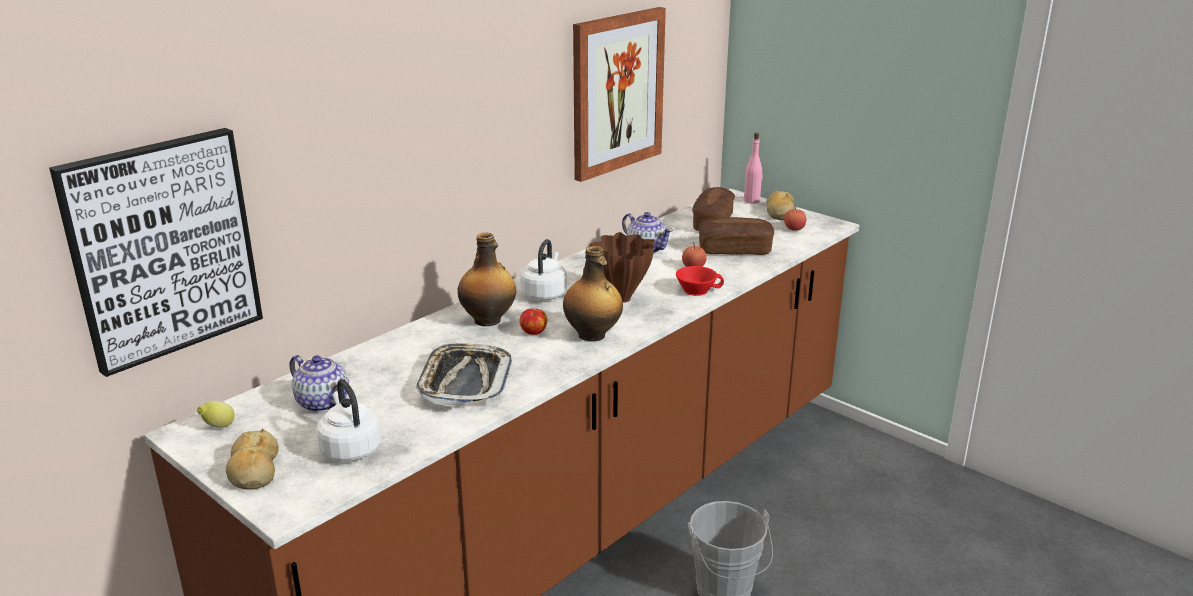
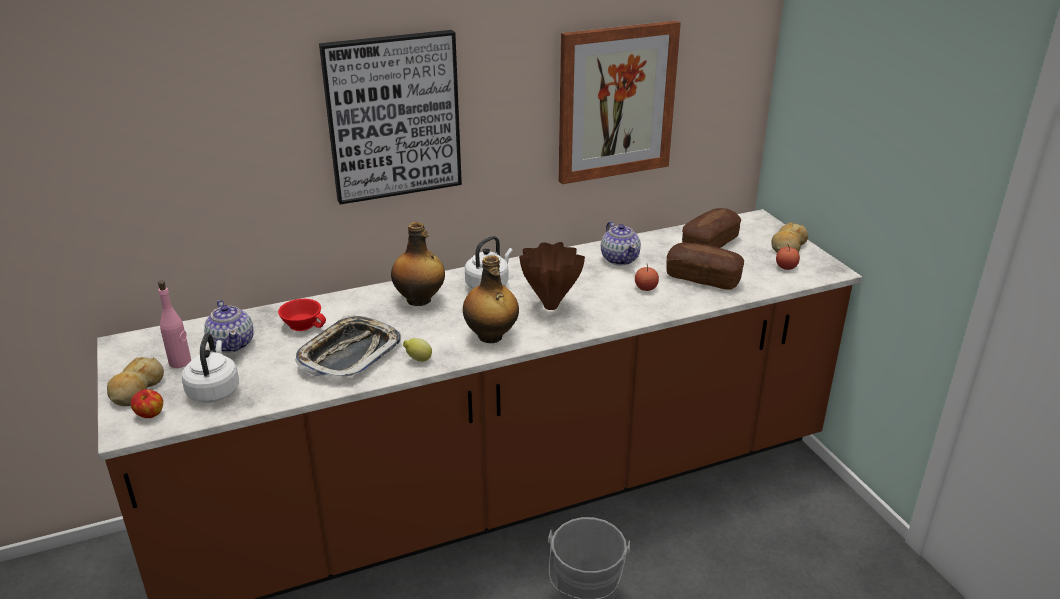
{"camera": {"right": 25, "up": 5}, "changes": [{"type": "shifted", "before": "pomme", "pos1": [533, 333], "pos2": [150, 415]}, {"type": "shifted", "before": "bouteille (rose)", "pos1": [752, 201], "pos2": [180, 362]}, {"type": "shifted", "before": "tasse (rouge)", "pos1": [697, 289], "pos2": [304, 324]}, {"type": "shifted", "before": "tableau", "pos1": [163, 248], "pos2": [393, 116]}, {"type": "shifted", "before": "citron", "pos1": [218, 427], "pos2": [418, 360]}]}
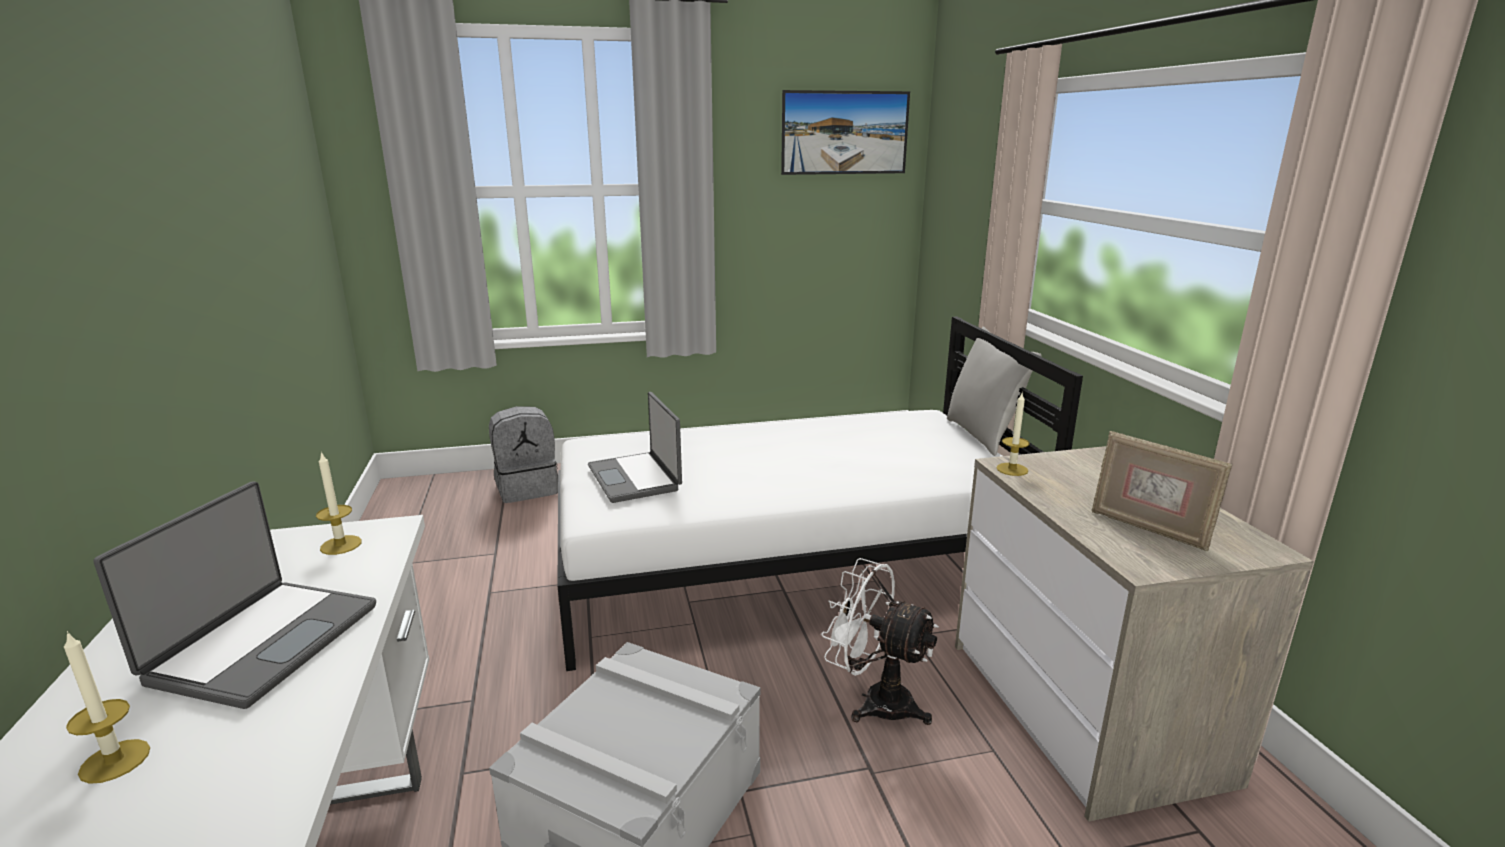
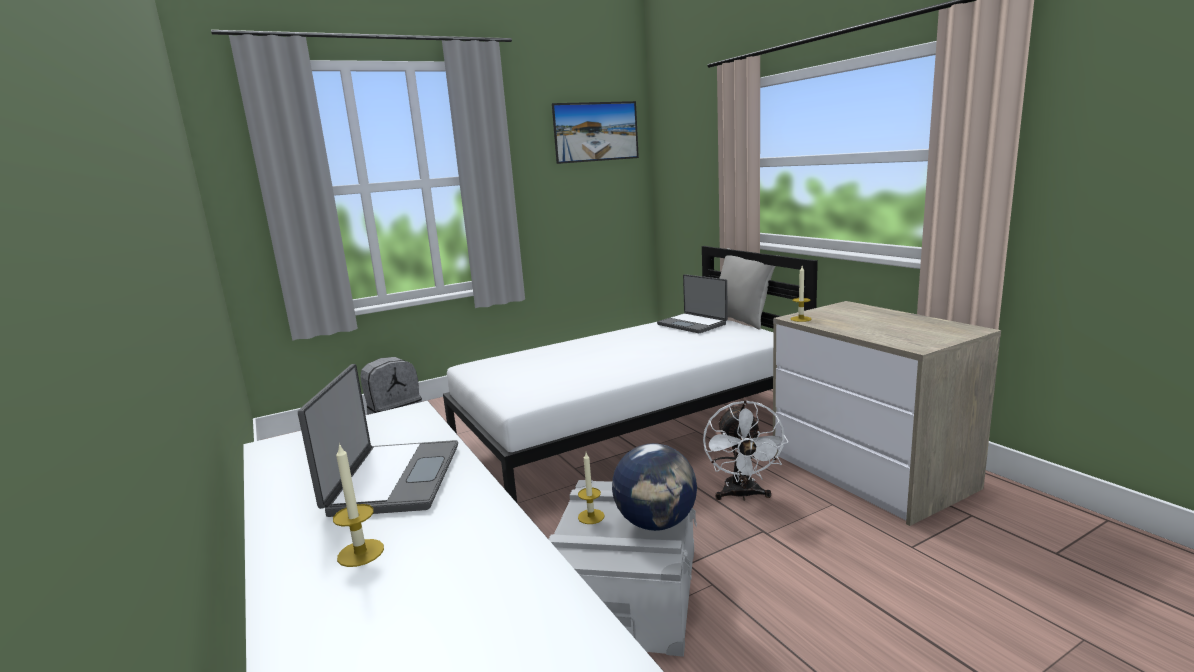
{"camera": {"right": -15, "up": -5}, "changes": [{"type": "shifted", "before": "bougie", "pos1": [341, 545], "pos2": [591, 516]}, {"type": "new", "after": "globe", "pos2": [656, 524]}, {"type": "shifted", "before": "ordinateur portable", "pos1": [636, 478], "pos2": [693, 324]}, {"type": "rotated", "before": "ventilateur (blanc)", "pos1": [875, 701], "pos2": [742, 495], "turn": -105}, {"type": "gone", "before": "cadre photo", "pos1": [1149, 529]}]}
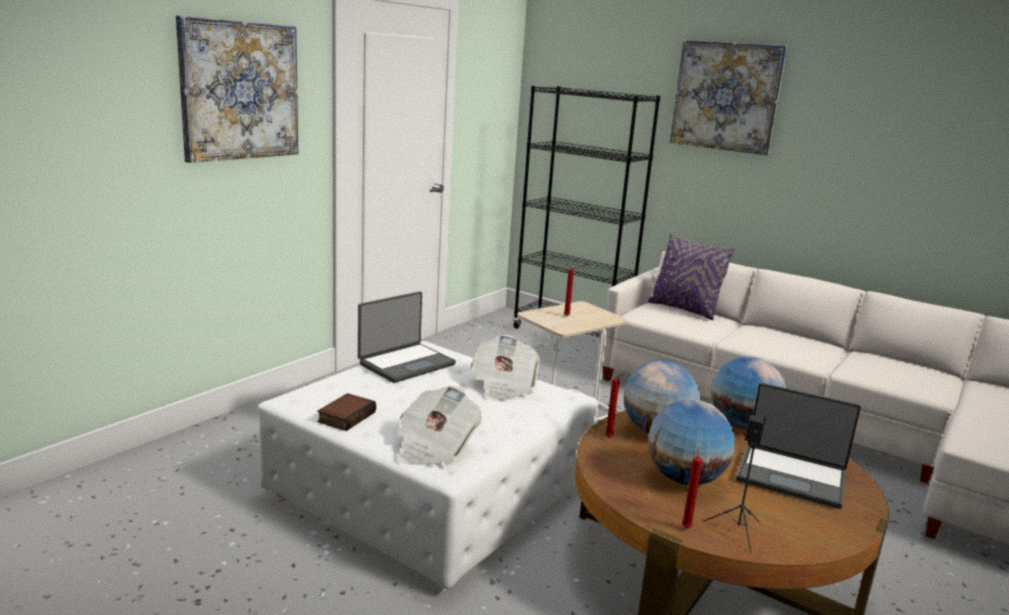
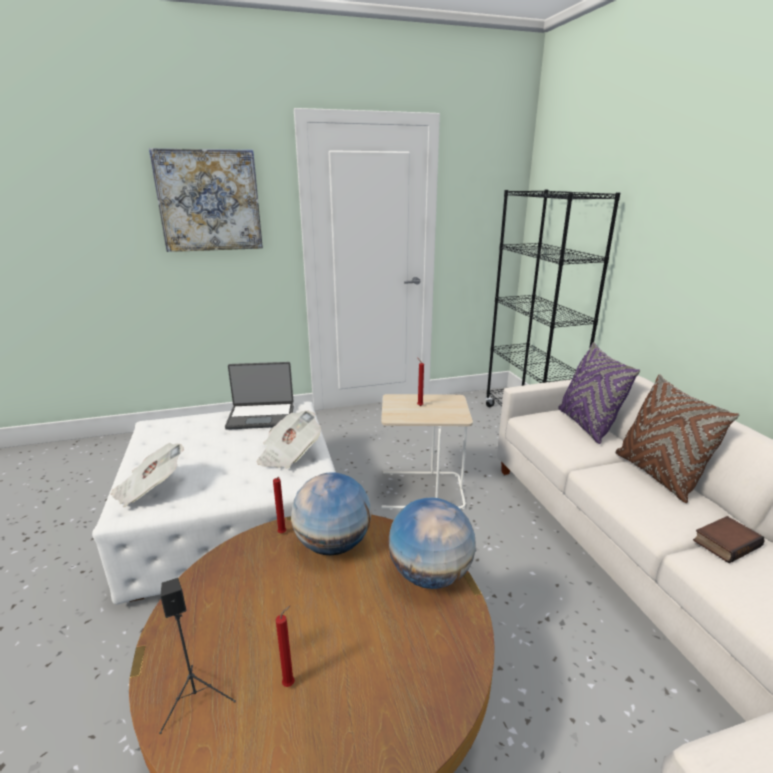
{"camera": {"right": 40, "up": 5}, "changes": [{"type": "shifted", "before": "bougie (rouge)", "pos1": [686, 527], "pos2": [290, 683]}, {"type": "new", "after": "coussin (marron)", "pos2": [657, 475]}, {"type": "shifted", "before": "livre", "pos1": [346, 416], "pos2": [725, 542]}, {"type": "gone", "before": "globe", "pos1": [684, 479]}, {"type": "gone", "before": "tableau", "pos1": [726, 96]}, {"type": "gone", "before": "ordinateur portable", "pos1": [791, 477]}]}
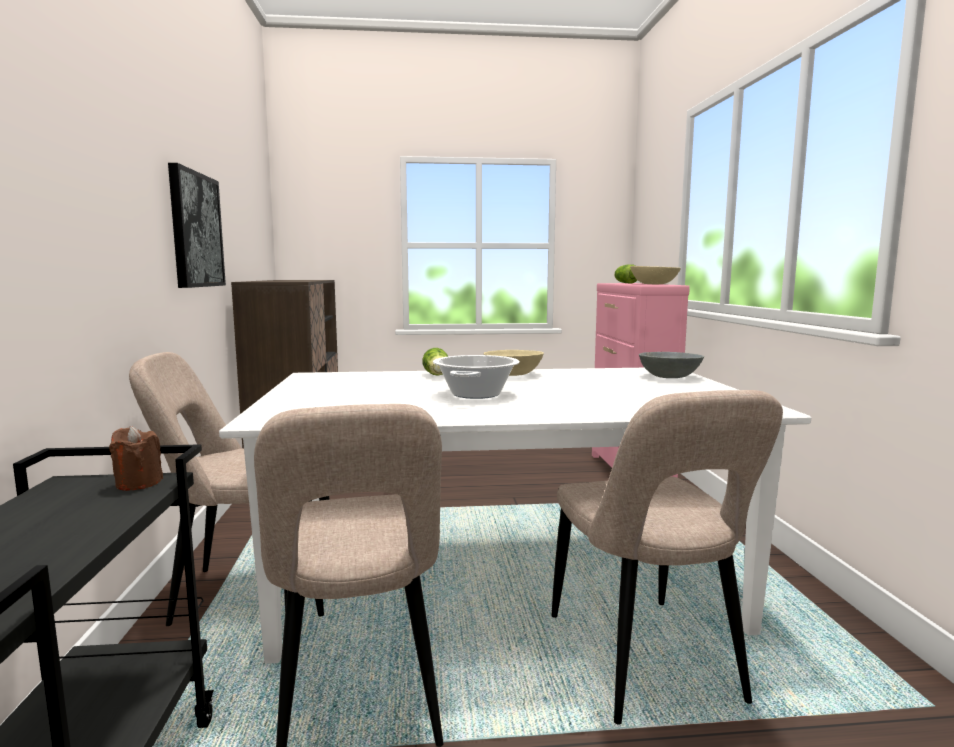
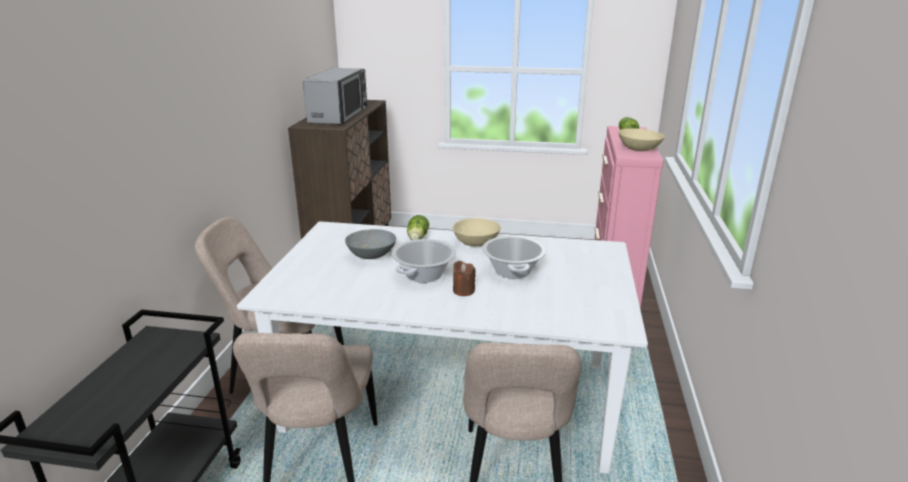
{"camera": {"right": 15, "up": 15}, "changes": [{"type": "new", "after": "micro-ondes", "pos2": [339, 116]}, {"type": "shifted", "before": "bol (gris)", "pos1": [670, 377], "pos2": [371, 255]}, {"type": "shifted", "before": "bougie (marron)", "pos1": [138, 483], "pos2": [463, 290]}, {"type": "new", "after": "marmite", "pos2": [513, 271]}, {"type": "gone", "before": "tableau", "pos1": [195, 230]}]}
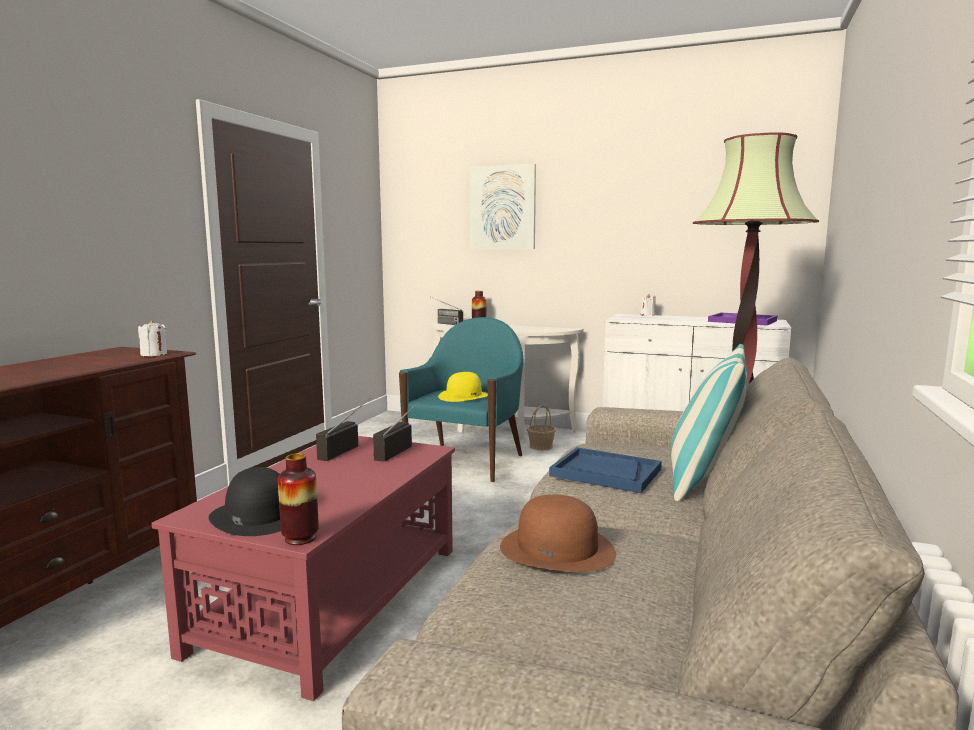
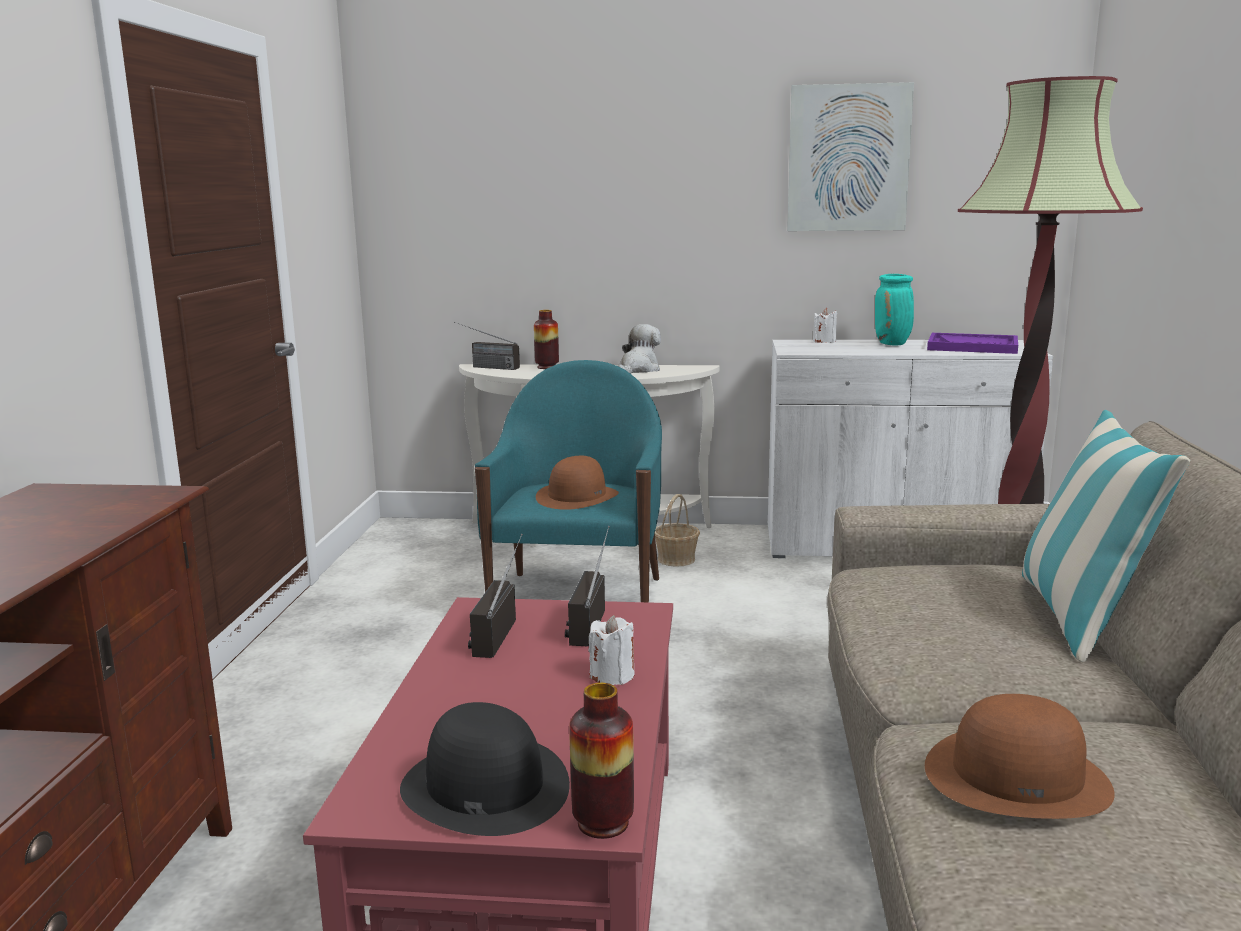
{"camera": {"right": -15, "up": 5}, "changes": [{"type": "repainted", "before": "chapeau (jaune)", "after": "chapeau (marron)", "pos1": [464, 396], "pos2": [577, 496]}, {"type": "shifted", "before": "bougie (blanc)", "pos1": [154, 355], "pos2": [612, 675]}, {"type": "new", "after": "peluche", "pos2": [638, 370]}, {"type": "shifted", "before": "tableau", "pos1": [502, 207], "pos2": [848, 158]}, {"type": "new", "after": "vase (turquoise)", "pos2": [893, 344]}, {"type": "gone", "before": "plateau (bleu)", "pos1": [605, 472]}]}
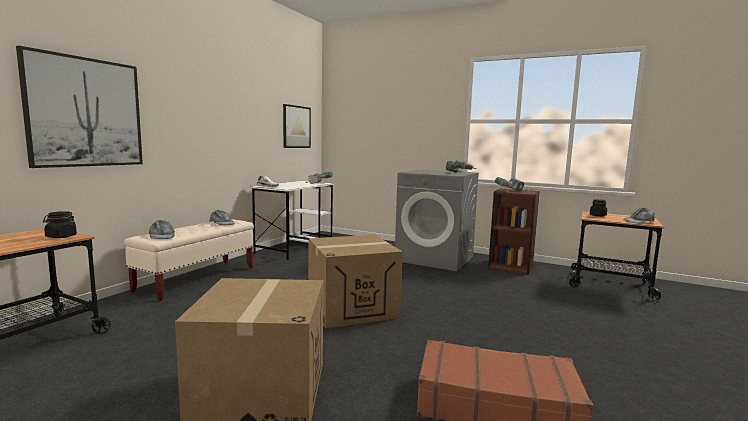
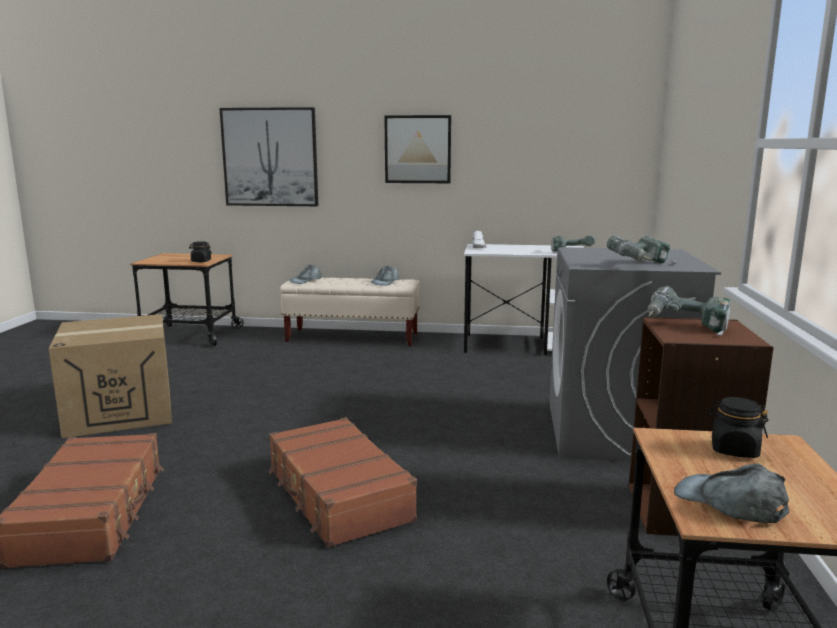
{"camera": {"right": 70, "up": 5}, "changes": [{"type": "new", "after": "valise (marron)", "pos2": [337, 495]}, {"type": "shifted", "before": "tableau", "pos1": [296, 127], "pos2": [417, 149]}, {"type": "gone", "before": "carton", "pos1": [352, 308]}]}
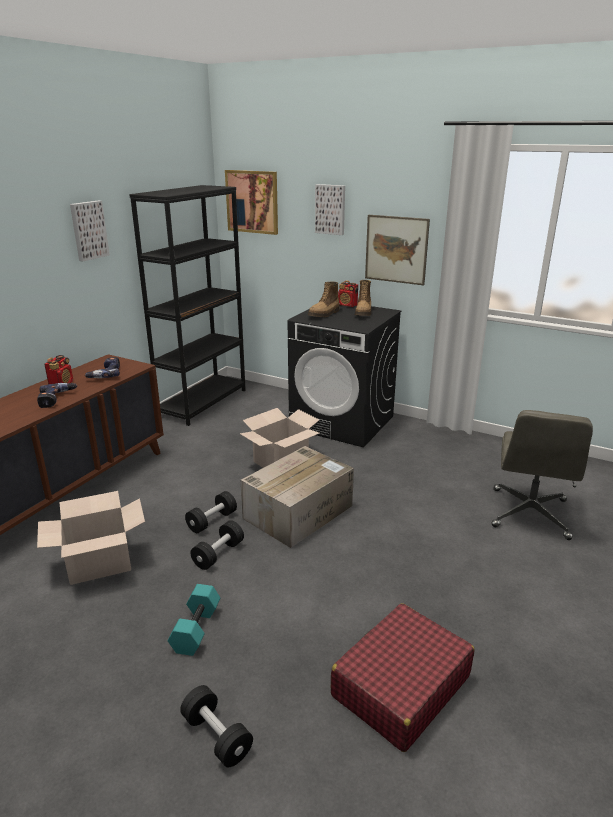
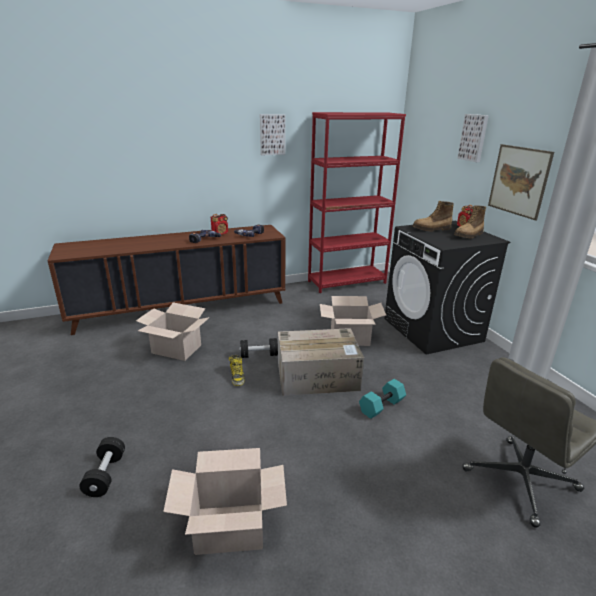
{"camera": {"right": 40, "up": 0}, "changes": [{"type": "swapped", "before": "valise (rouge)", "after": "carton", "pos1": [400, 686], "pos2": [229, 529]}, {"type": "swapped", "before": "haltère (noir)", "after": "botte", "pos1": [218, 554], "pos2": [237, 376]}, {"type": "repainted", "before": "bibliothèque (noir)", "after": "bibliothèque (rouge)", "pos1": [203, 403], "pos2": [347, 282]}, {"type": "shifted", "before": "haltère (turquoise)", "pos1": [195, 628], "pos2": [381, 405]}, {"type": "gone", "before": "tableau", "pos1": [252, 202]}]}
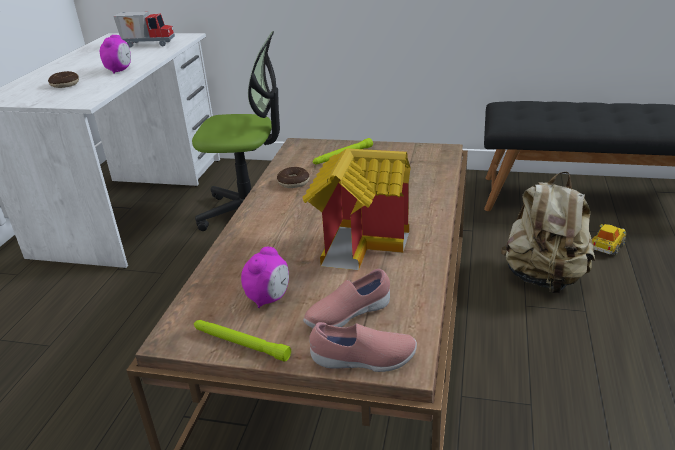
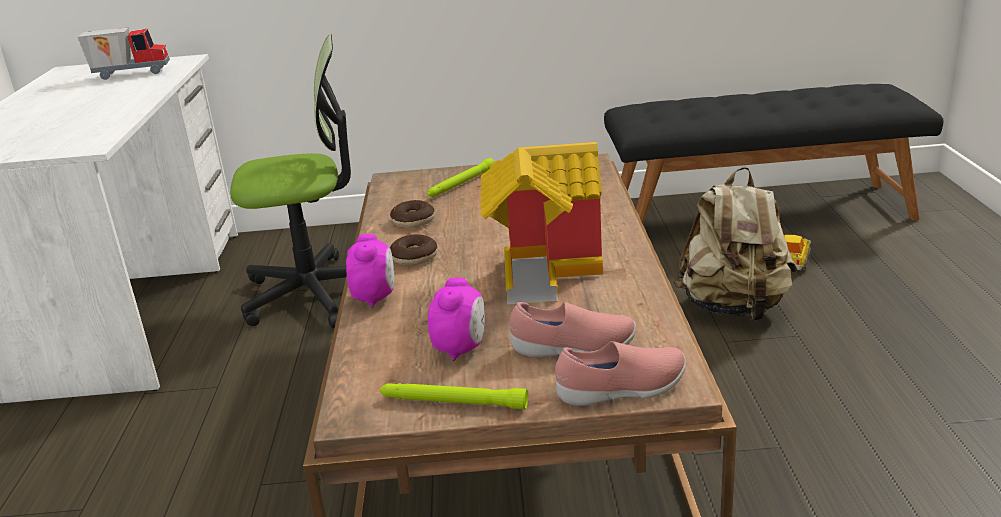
{"camera": {"right": -15, "up": -5}, "changes": [{"type": "shifted", "before": "réveil", "pos1": [120, 70], "pos2": [375, 298]}, {"type": "shifted", "before": "beignet", "pos1": [65, 84], "pos2": [414, 257]}, {"type": "rotated", "before": "chaussure (rose)", "pos1": [347, 315], "pos2": [573, 349], "turn": -135}]}
